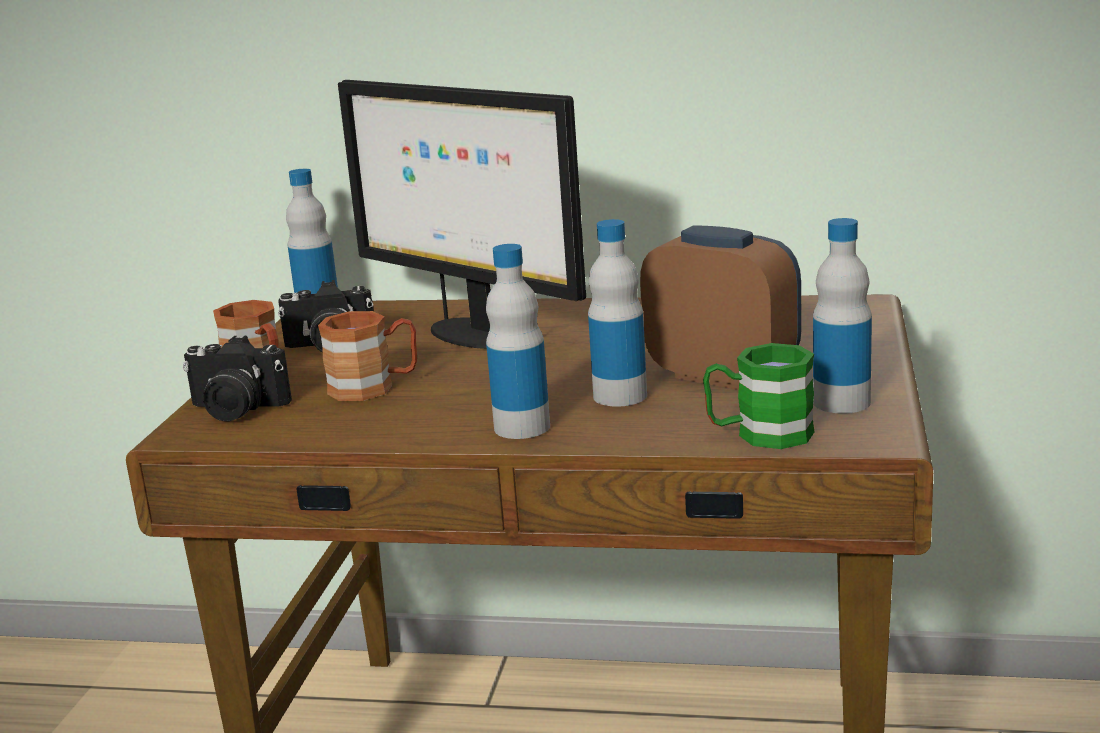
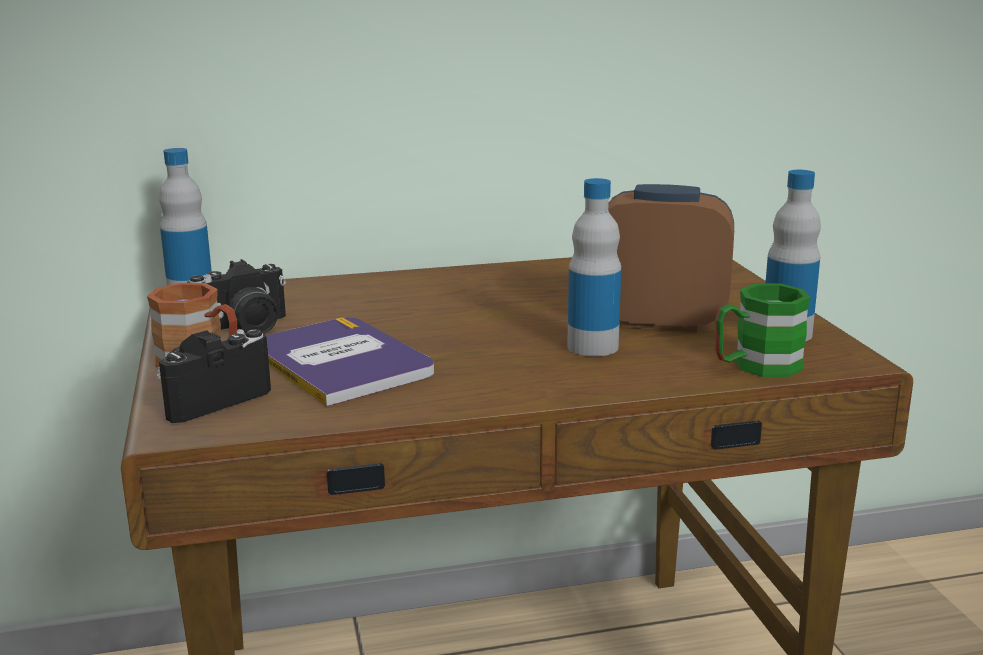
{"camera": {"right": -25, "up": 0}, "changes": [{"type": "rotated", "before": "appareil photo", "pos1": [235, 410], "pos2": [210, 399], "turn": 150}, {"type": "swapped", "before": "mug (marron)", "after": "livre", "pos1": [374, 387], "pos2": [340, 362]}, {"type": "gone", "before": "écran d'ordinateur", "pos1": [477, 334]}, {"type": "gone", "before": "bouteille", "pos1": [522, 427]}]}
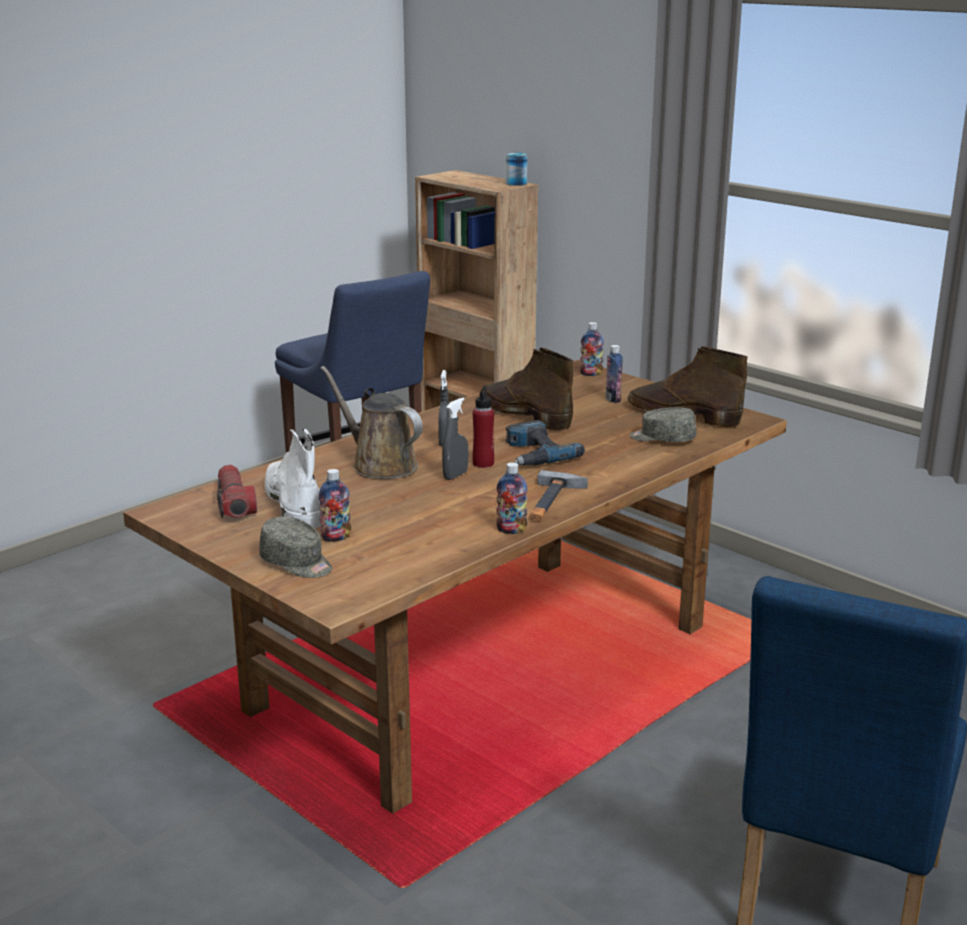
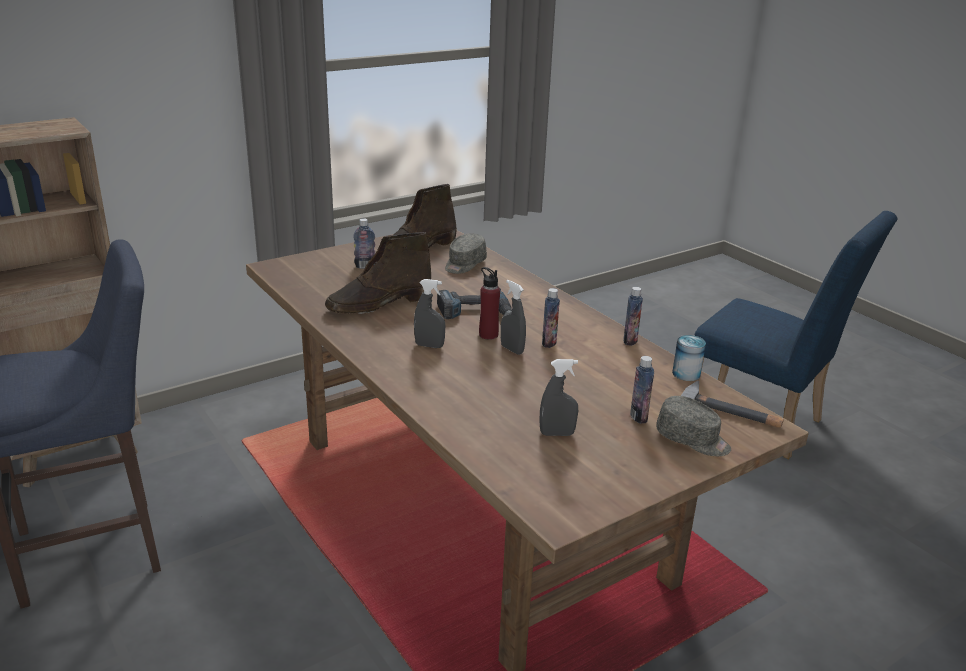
{"camera": {"right": -80, "up": 5}, "changes": [{"type": "swapped", "before": "botte (blanc)", "after": "vaporisateur (gris)", "pos1": [293, 503], "pos2": [557, 434]}, {"type": "shifted", "before": "bouteille", "pos1": [591, 374], "pos2": [549, 343]}, {"type": "rotated", "before": "casquette (gris)", "pos1": [297, 563], "pos2": [693, 440], "turn": 75}, {"type": "shifted", "before": "boîte métallique", "pos1": [516, 183], "pos2": [686, 374]}, {"type": "shifted", "before": "marteau", "pos1": [552, 502], "pos2": [731, 412]}, {"type": "gone", "before": "lampe de poche", "pos1": [234, 503]}, {"type": "gone", "before": "arrosoir (marron)", "pos1": [380, 465]}]}
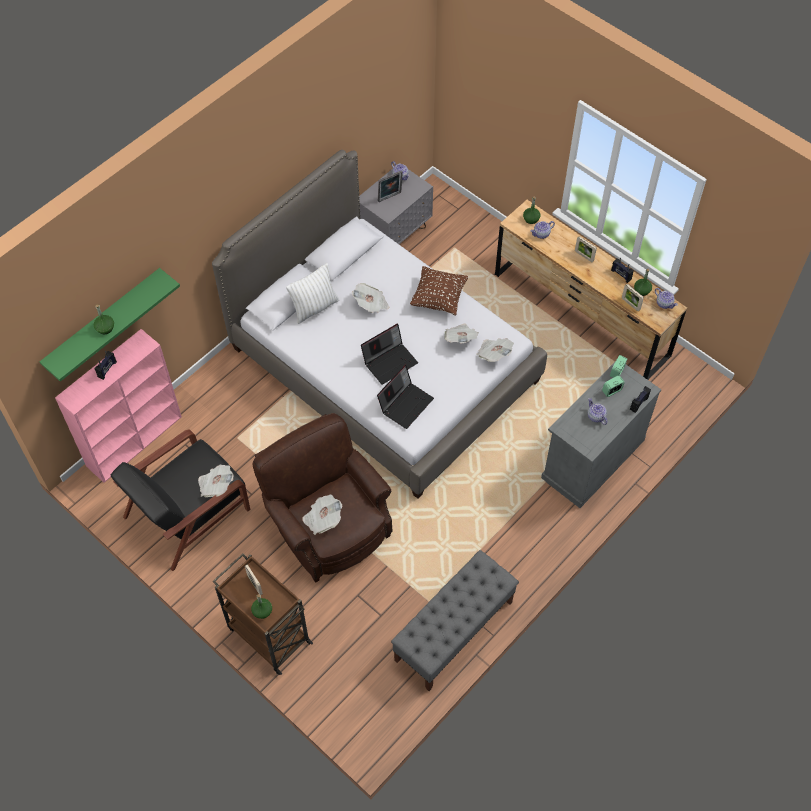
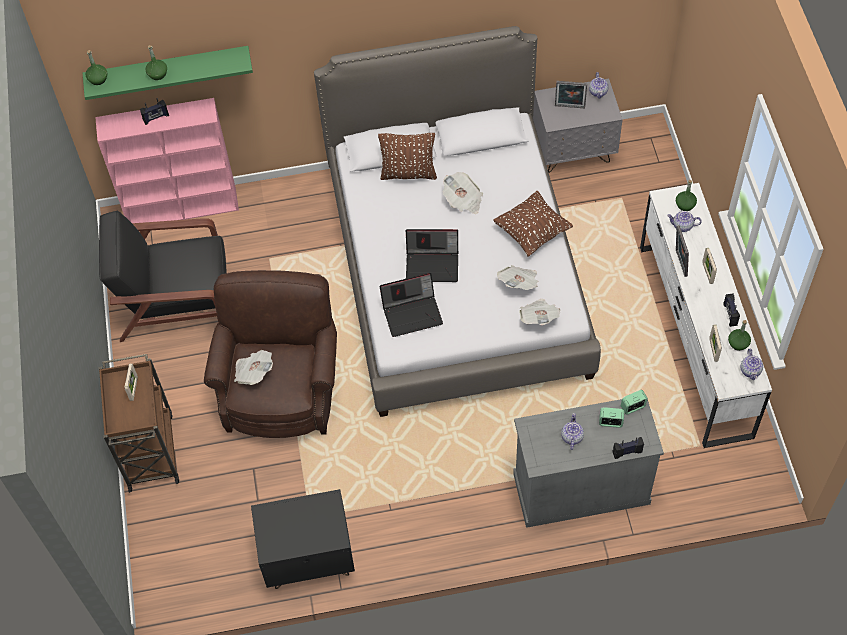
{"camera": {"right": 40, "up": 0}, "changes": [{"type": "shifted", "before": "bouteille (vert)", "pos1": [262, 611], "pos2": [98, 79]}, {"type": "swapped", "before": "banc (gris)", "after": "table de chevet (noir)", "pos1": [453, 631], "pos2": [308, 560]}, {"type": "repainted", "before": "coussin (blanc)", "after": "coussin (marron)", "pos1": [314, 307], "pos2": [408, 173]}, {"type": "repainted", "before": "commode (marron)", "after": "commode (blanc)", "pos1": [581, 314], "pos2": [694, 339]}, {"type": "new", "after": "cadre photo", "pos2": [679, 263]}, {"type": "gone", "before": "journal", "pos1": [216, 485]}]}
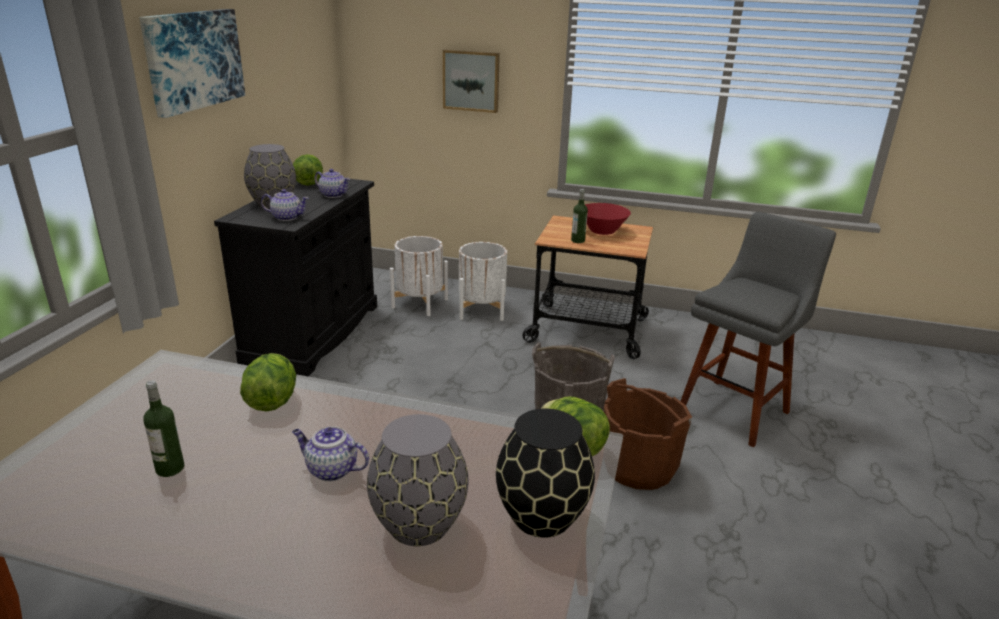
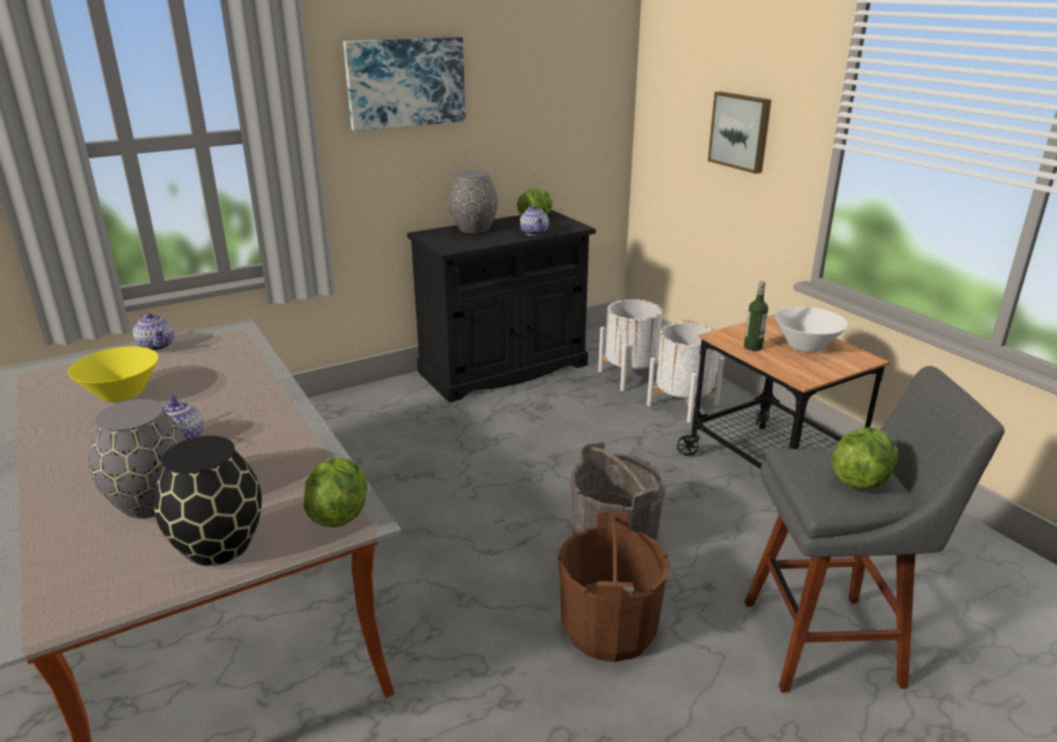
{"camera": {"right": 45, "up": 0}, "changes": [{"type": "swapped", "before": "bouteille", "after": "bol (jaune)", "pos1": [170, 468], "pos2": [122, 394]}, {"type": "shifted", "before": "théière", "pos1": [286, 217], "pos2": [157, 346]}, {"type": "repainted", "before": "bol (rouge)", "after": "bol (blanc)", "pos1": [602, 231], "pos2": [806, 346]}, {"type": "shifted", "before": "laitue", "pos1": [272, 401], "pos2": [860, 480]}]}
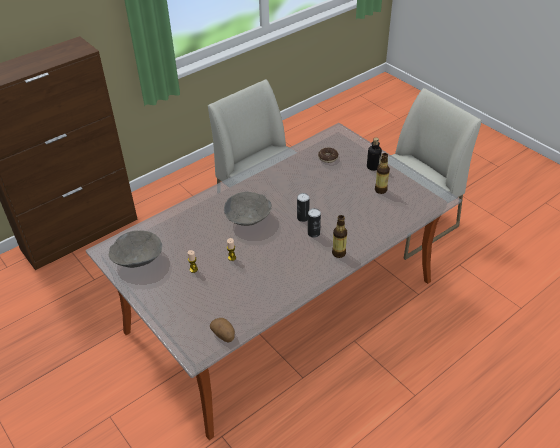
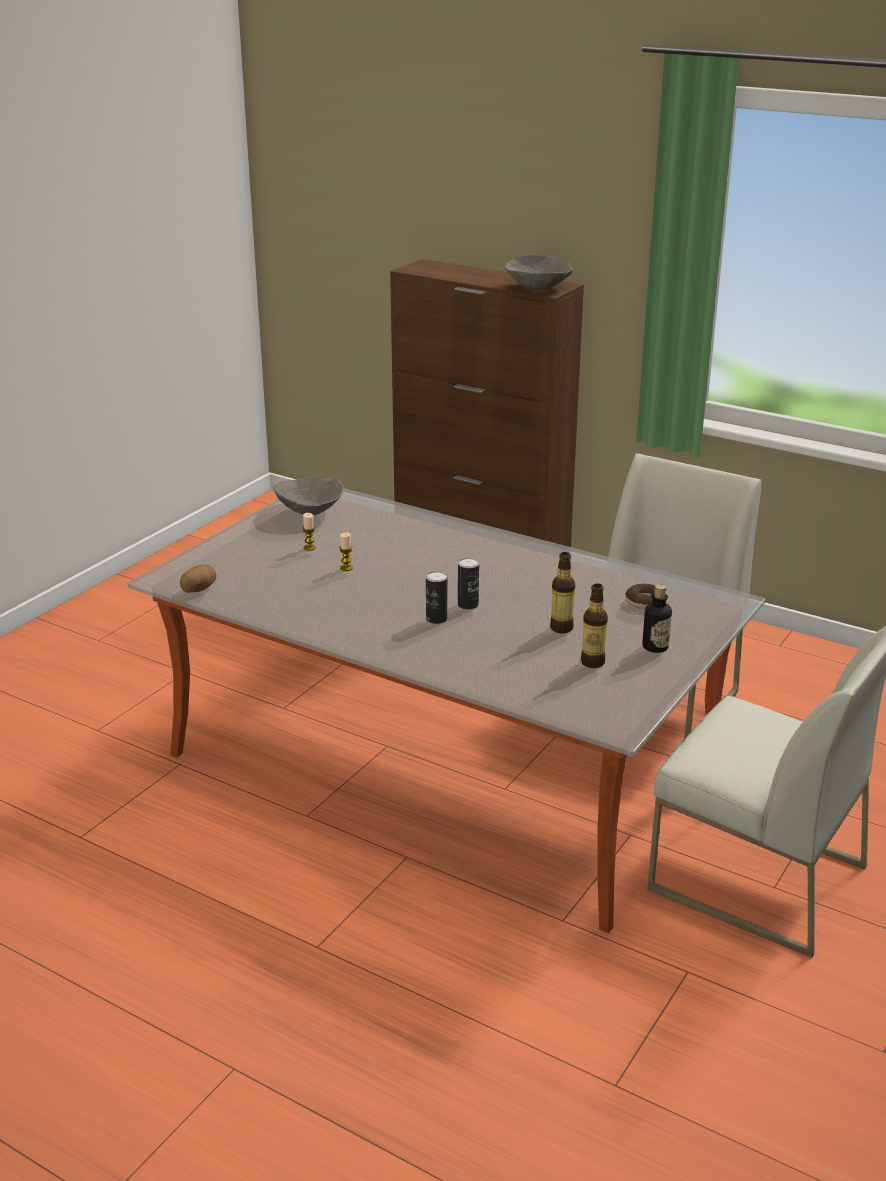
{"camera": {"right": 70, "up": -15}, "changes": [{"type": "shifted", "before": "bol (gris)", "pos1": [248, 218], "pos2": [538, 287]}, {"type": "shifted", "before": "bouteille", "pos1": [338, 253], "pos2": [561, 628]}]}
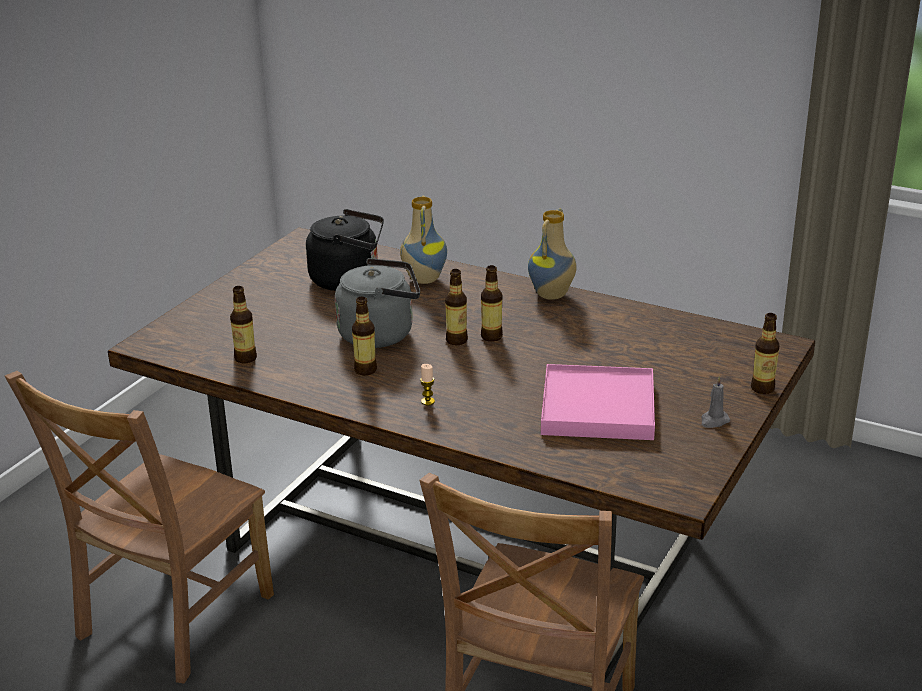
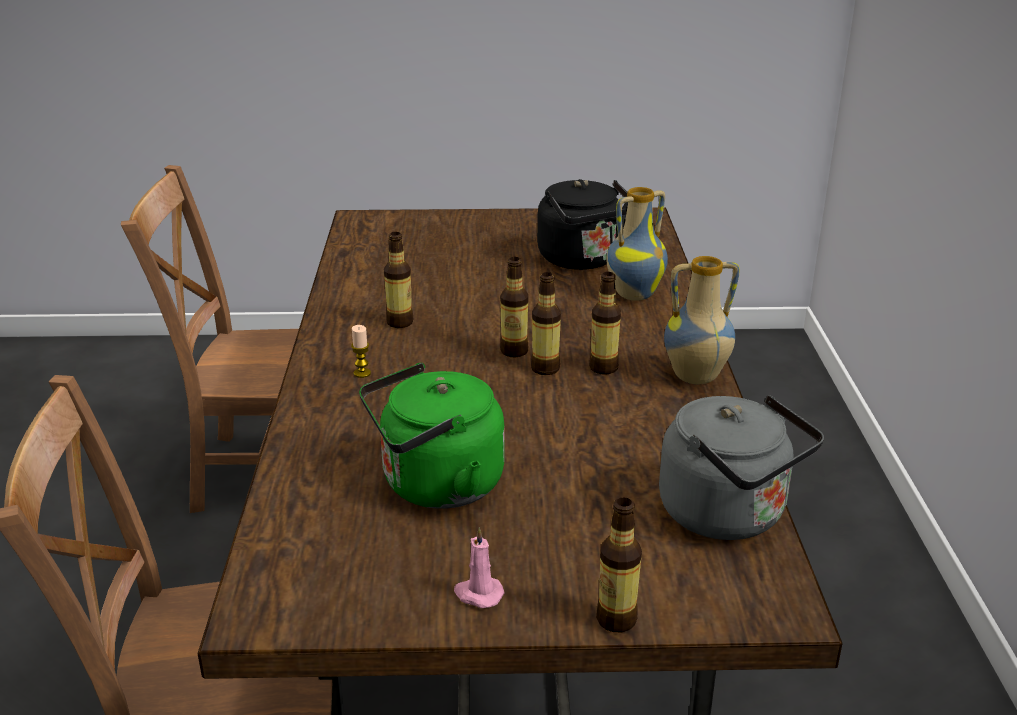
{"camera": {"right": 60, "up": 0}, "changes": [{"type": "swapped", "before": "plateau (rose)", "after": "bouilloire (vert)", "pos1": [597, 408], "pos2": [436, 486]}, {"type": "repainted", "before": "bougie (gris)", "after": "bougie (rose)", "pos1": [714, 421], "pos2": [478, 594]}, {"type": "shifted", "before": "bouteille", "pos1": [245, 358], "pos2": [603, 368]}, {"type": "shifted", "before": "bouilloire (gris)", "pos1": [381, 334], "pos2": [729, 515]}]}
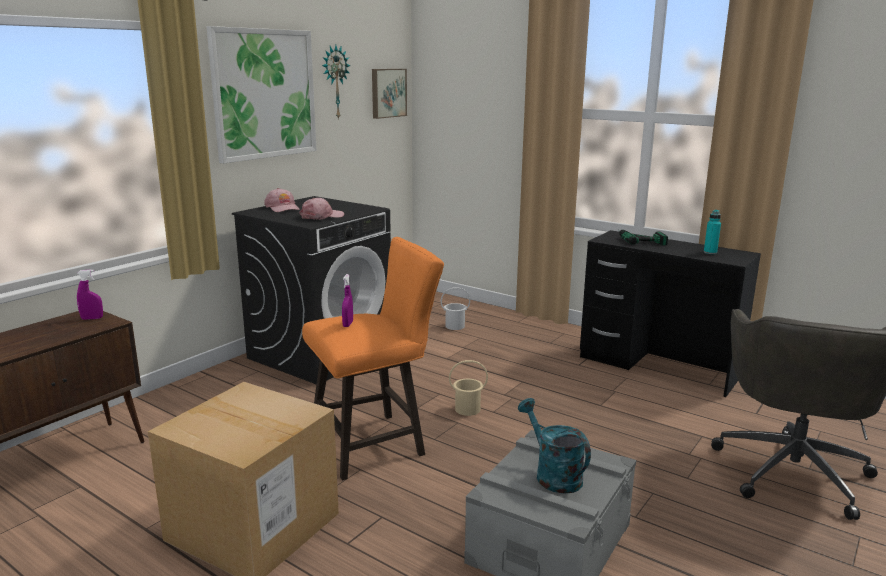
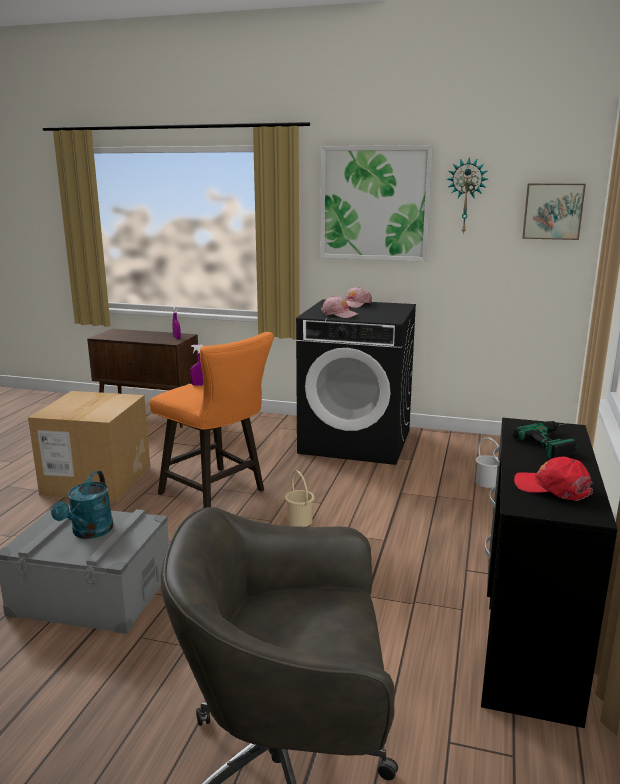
{"camera": {"right": 70, "up": 0}, "changes": [{"type": "rotated", "before": "arrosoir (turquoise)", "pos1": [553, 474], "pos2": [89, 532], "turn": 150}, {"type": "swapped", "before": "bouteille (turquoise)", "after": "casquette (rouge)", "pos1": [710, 252], "pos2": [553, 488]}]}
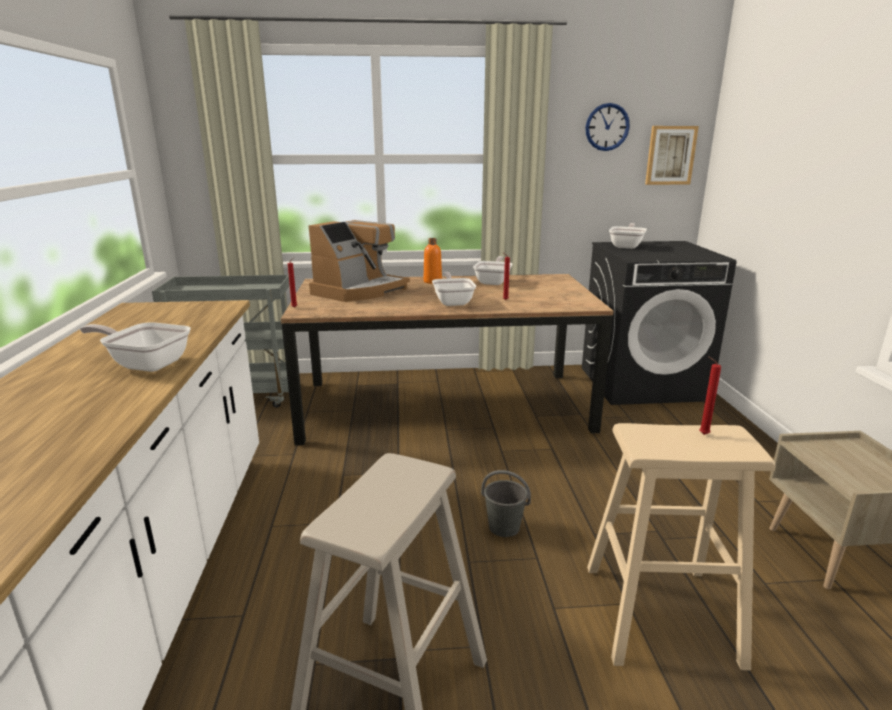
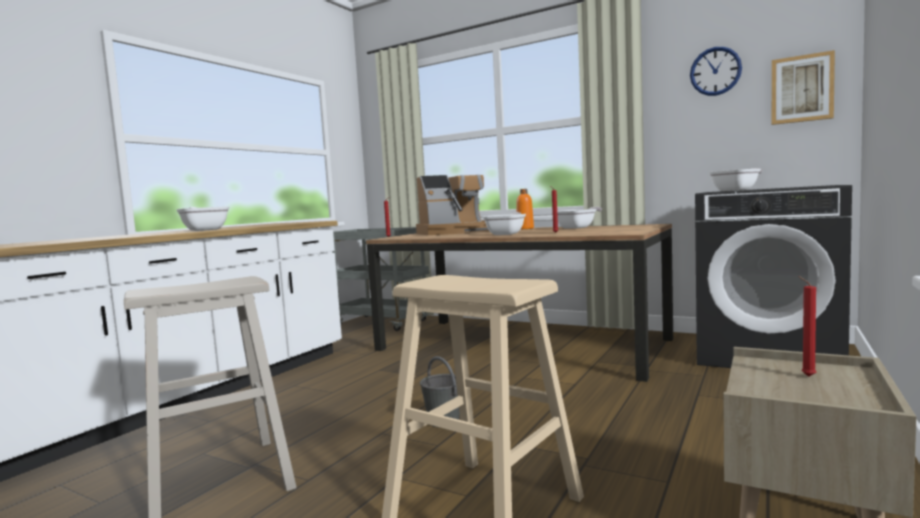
{"camera": {"right": 35, "up": -15}, "changes": [{"type": "shifted", "before": "bougie (rouge)", "pos1": [702, 434], "pos2": [806, 376]}]}
